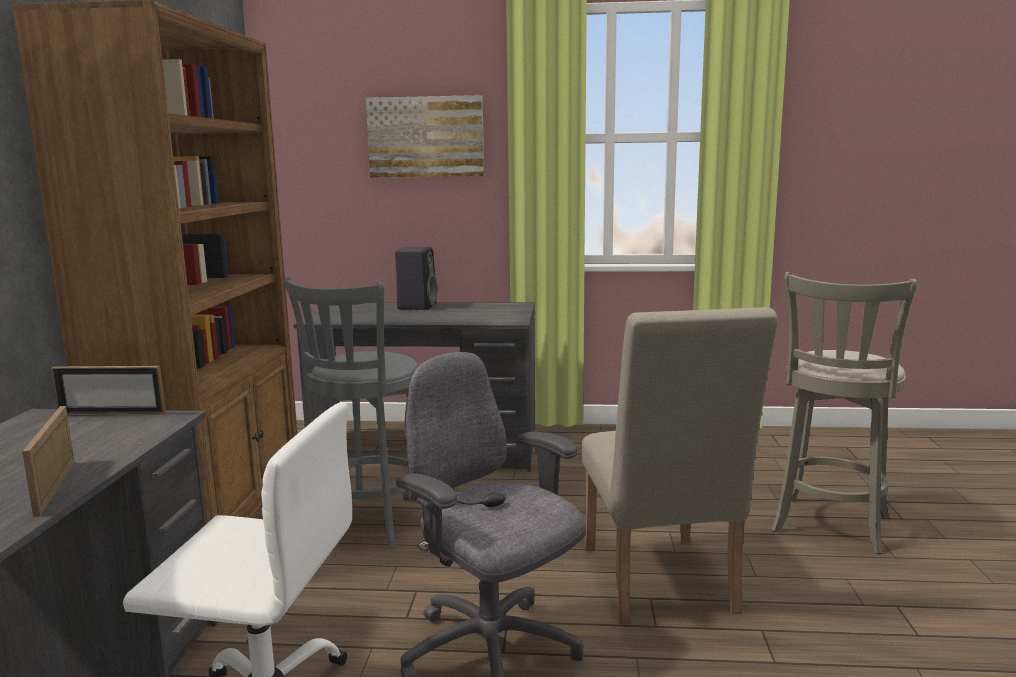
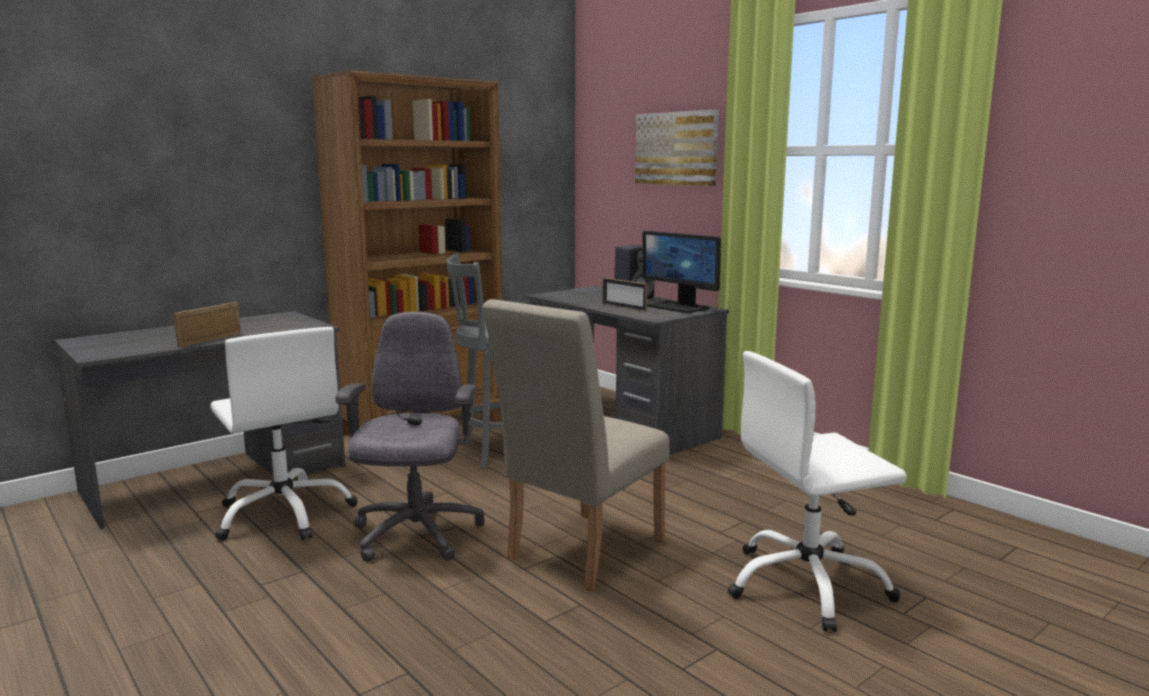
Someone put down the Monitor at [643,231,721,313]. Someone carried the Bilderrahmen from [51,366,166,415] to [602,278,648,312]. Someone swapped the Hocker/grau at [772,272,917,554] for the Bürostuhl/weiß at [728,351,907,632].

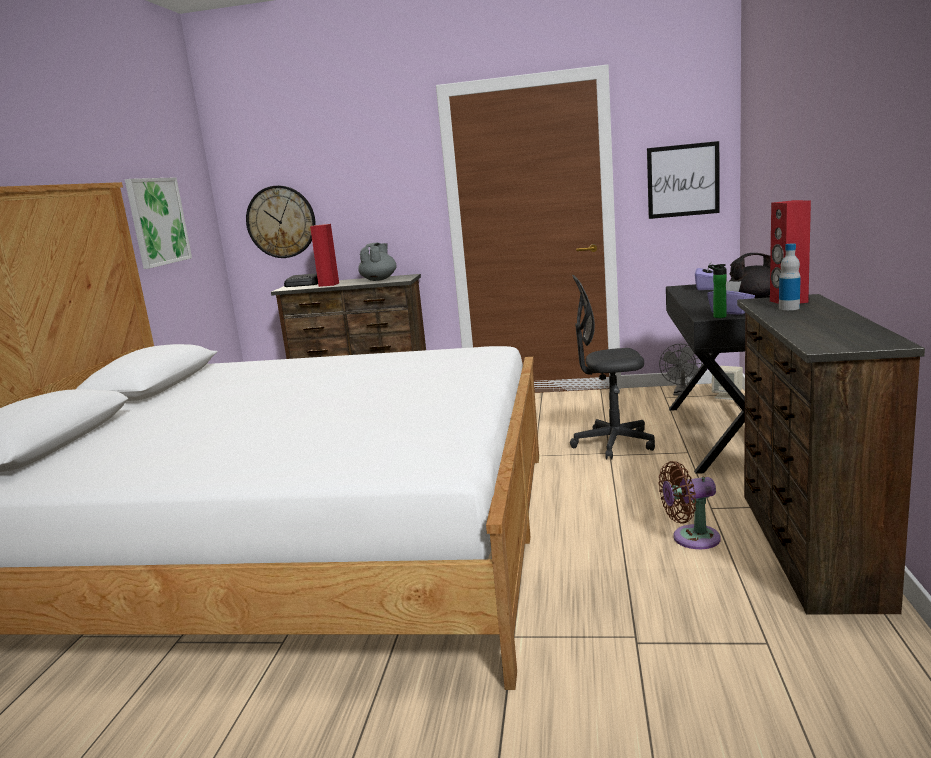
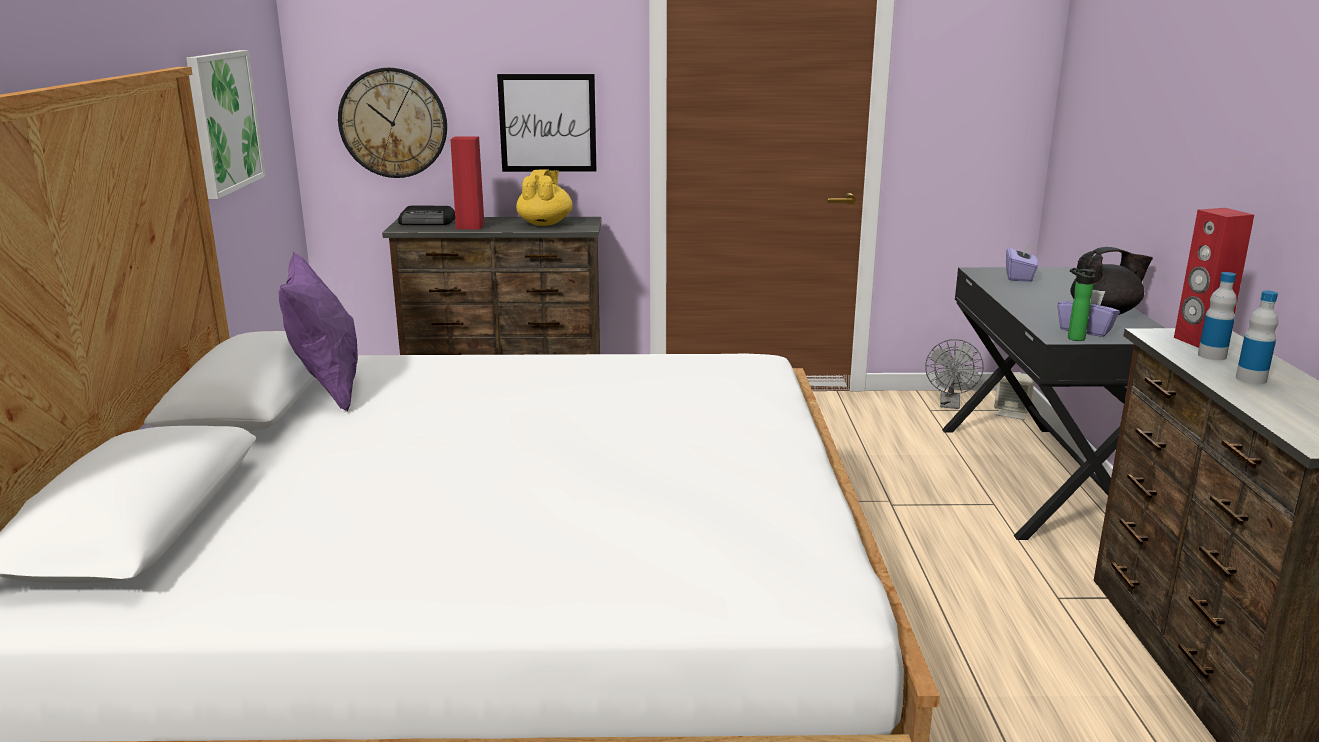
Someone took away the Bürostuhl/grau at [570,275,655,460]. Someone took away the Ventilator/braun at [659,461,721,549]. Someone put down the Kissen/lila at [278,252,358,412]. Someone put down the Flasche at [1236,290,1278,384]. Someone carried the Bild from [647,141,719,219] to [497,74,596,172]. Someone repainted the Teekanne/grau at [358,243,397,281], which became the Teekanne/gelb at [516,169,573,226].

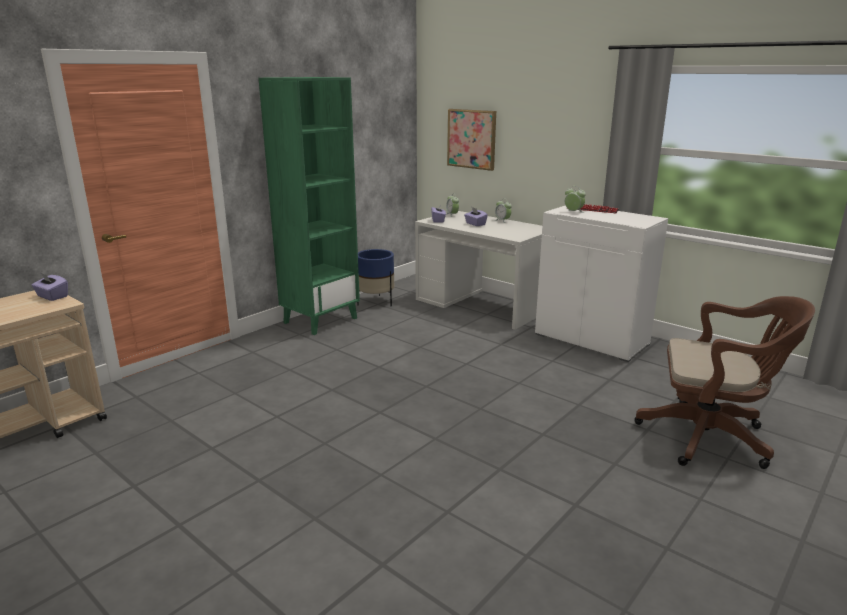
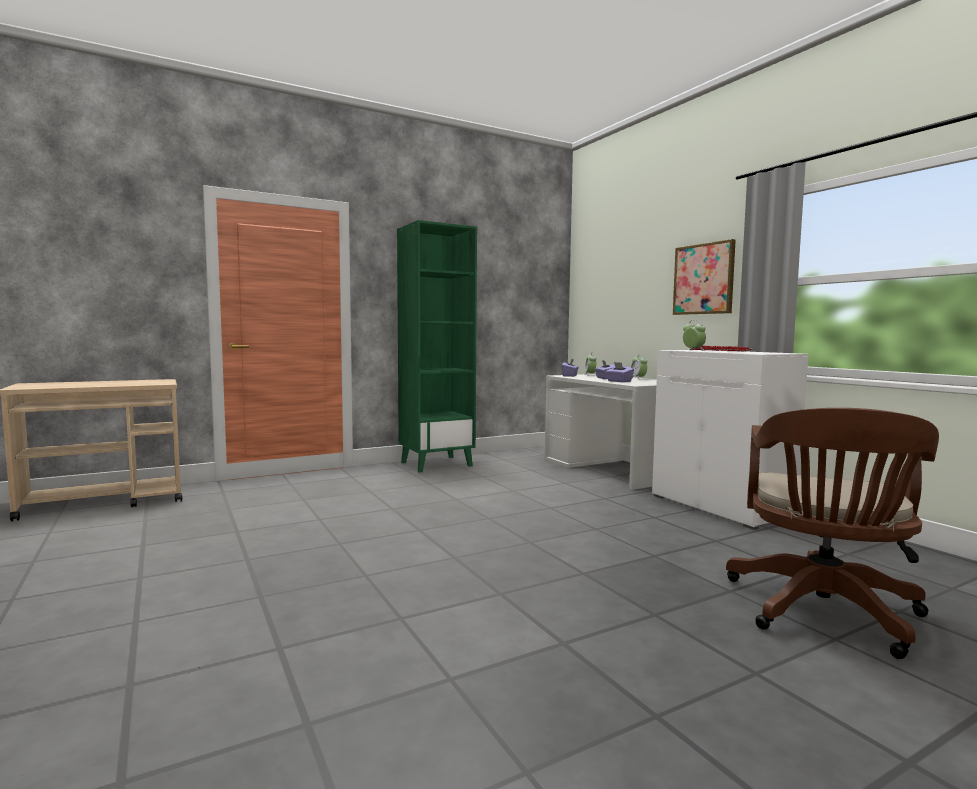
Someone took away the Pflanzkübel/blau at [357,249,395,307]. Someone carried the Taschentuchbox/lila from [31,272,68,301] to [605,362,634,382]. Someone carried the Bild from [447,109,496,171] to [673,239,736,315]. Someone rotated the Bürostuhl/braun at [634,296,815,469] by 75 degrees clockwise.

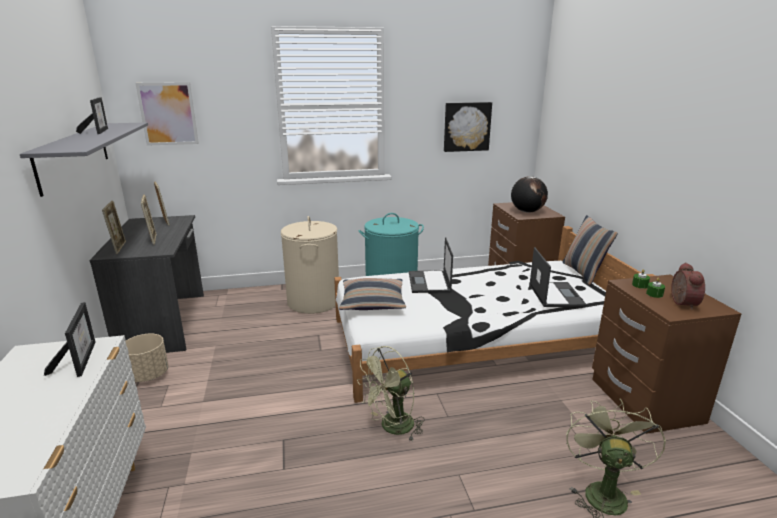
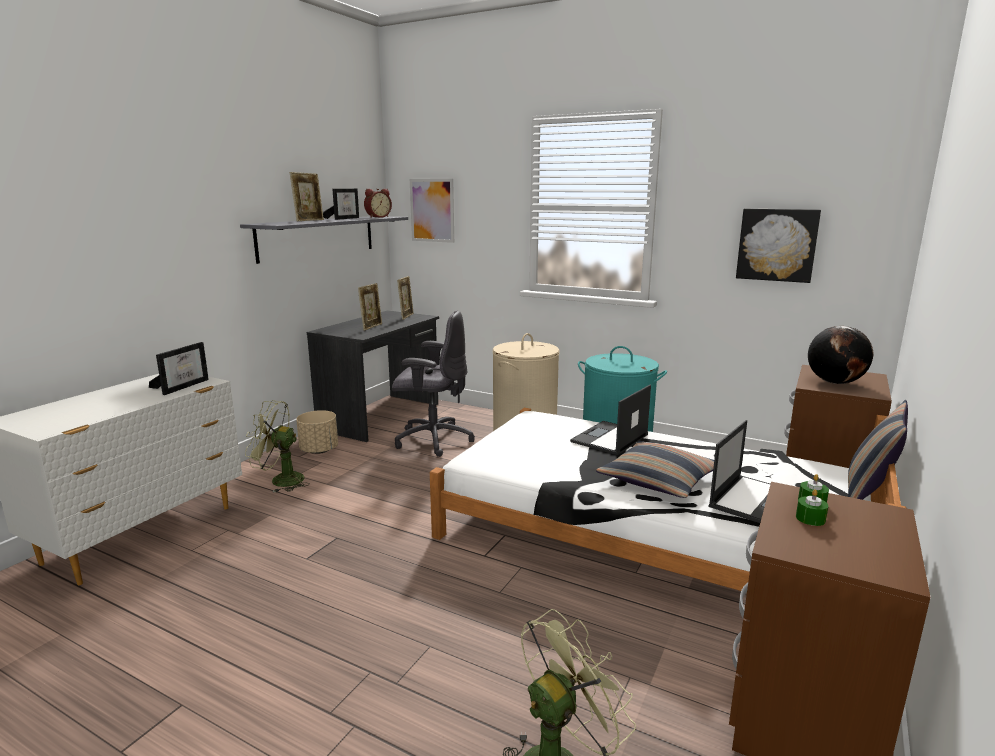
Someone put down the Bürostuhl/grau at [392,310,475,457]. Someone carried the Bilderrahmen from [102,201,126,254] to [290,172,324,221]. Someone carried the Kissen from [339,278,406,310] to [596,441,714,498]. Someone carried the Ventilator/grün from [357,346,424,440] to [245,400,310,493]. Someone carried the Wecker from [671,262,705,310] to [364,189,392,218].

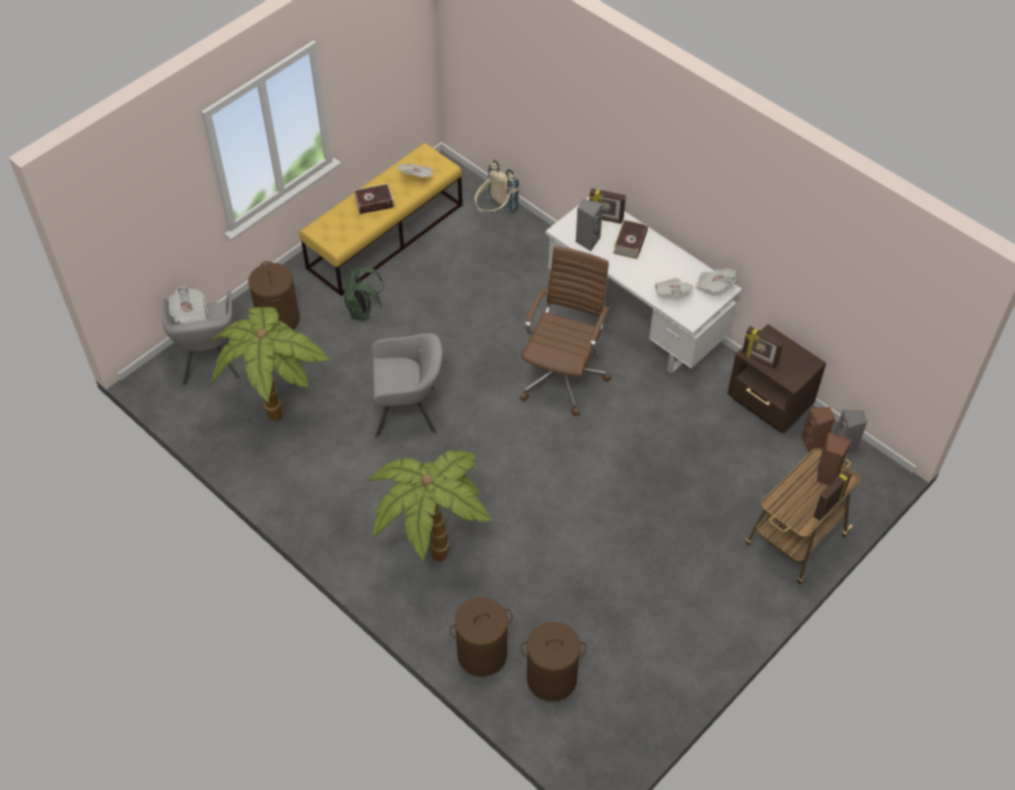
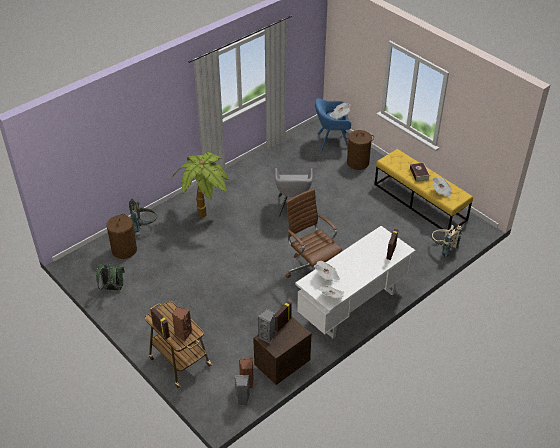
Someone took away the Topfpflanze at [210,307,330,422]. Someone took away the Buch at [613,219,648,259]. Someone carried the Rucksack/grün from [344,268,384,320] to [96,264,125,290]. Someone carried the Lautsprecher/grau from [576,199,603,251] to [258,309,275,344]. Someone swapped the Wäschekorb/braun at [450,597,513,677] for the Rucksack/grau at [129,198,157,235]. Someone repainted the Sessel/grau at [162,291,240,385], which became the Sessel/blau at [315,98,351,151]. Someone rotated the Bürostuhl/braun at [520,246,611,416] by 150 degrees counterclockwise.

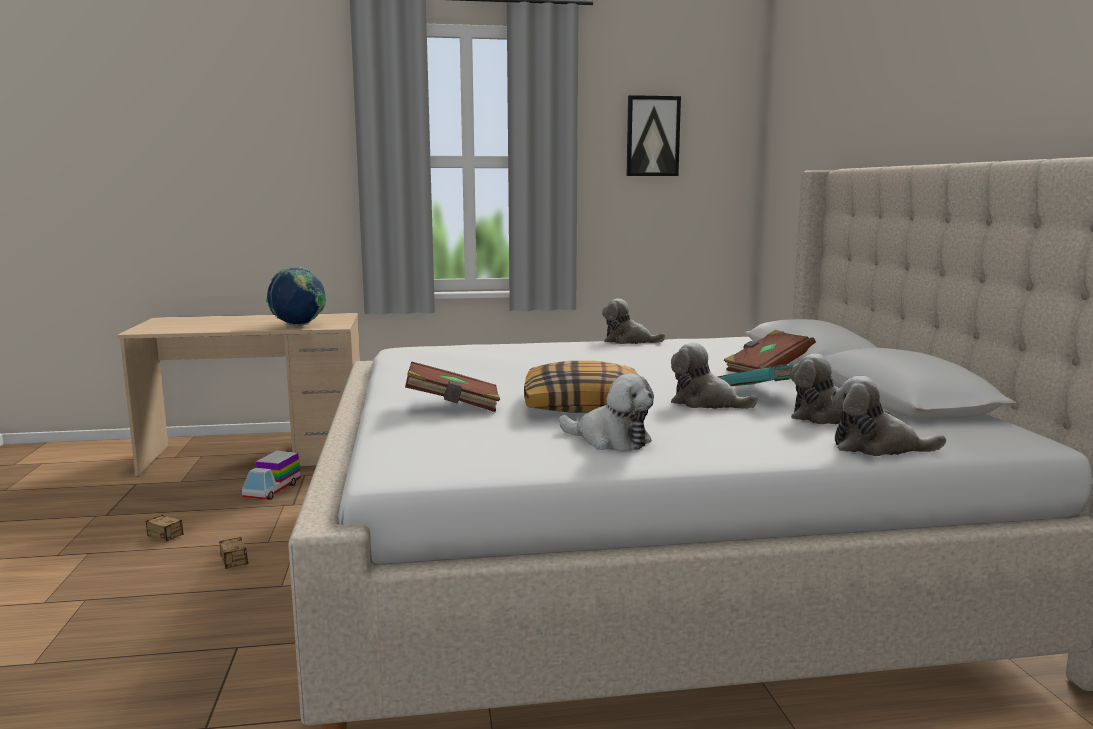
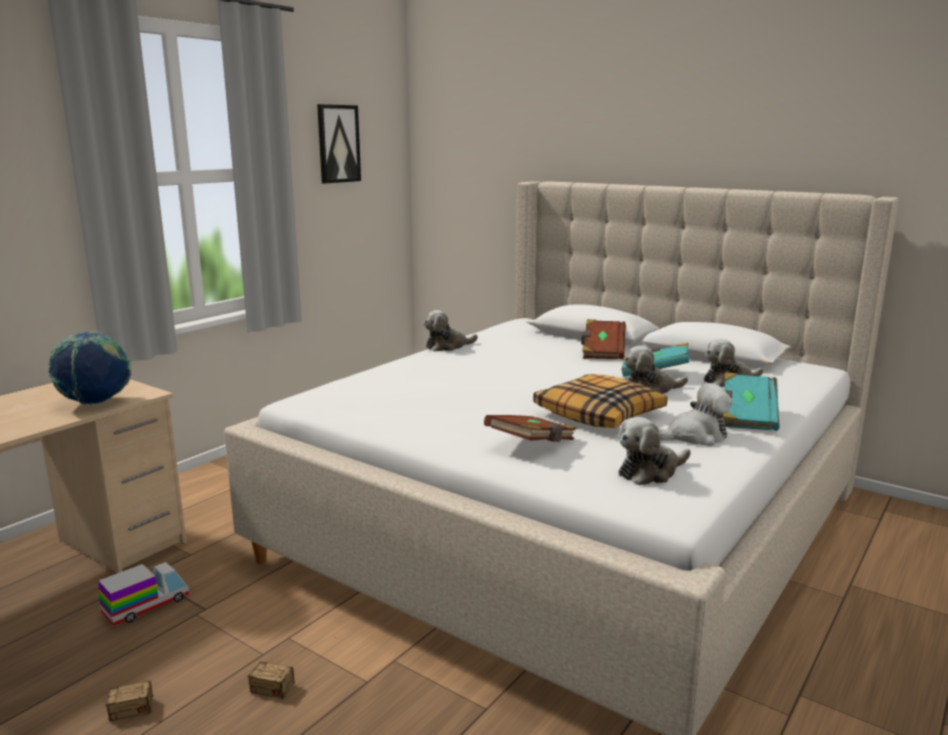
Someone put down the Buch/türkis at [723,372,780,431]. Someone carried the Plüschtier from [831,375,946,456] to [619,417,691,485]. Someone rotated the Spielzeuglaster at [242,451,301,500] by 105 degrees counterclockwise.

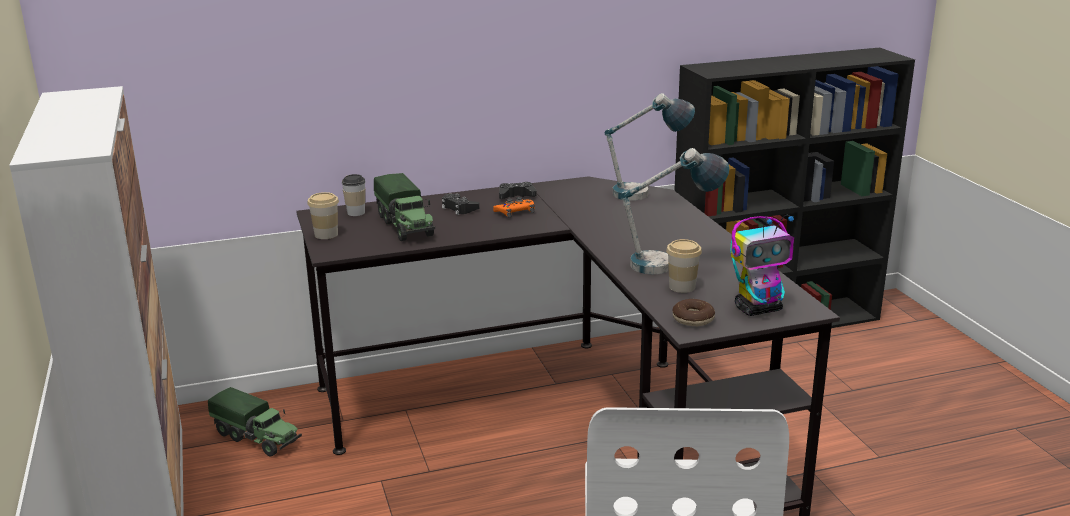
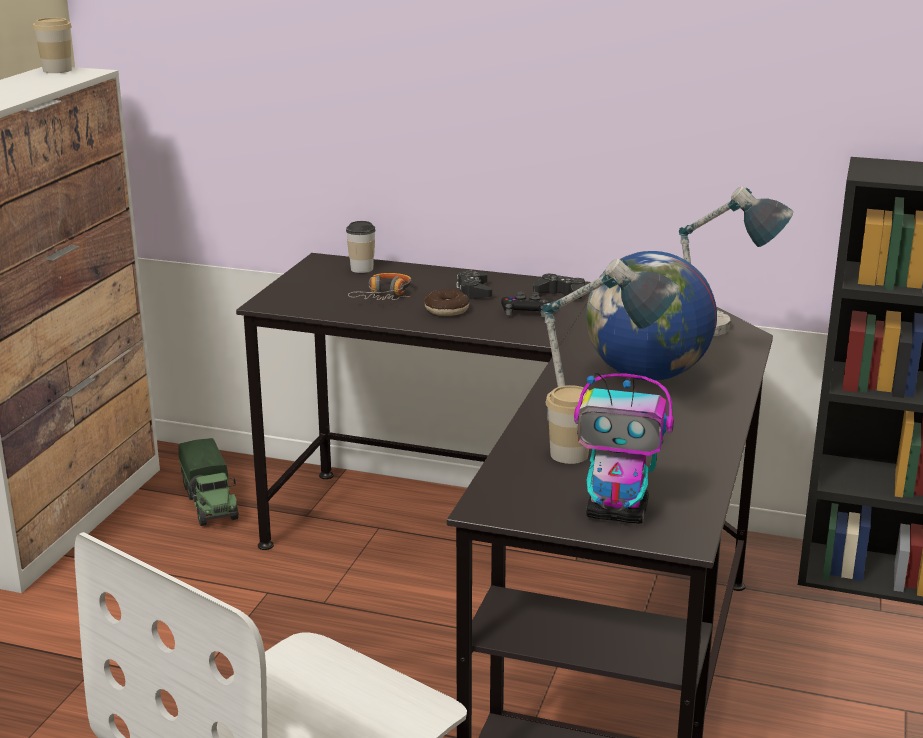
Someone put down the Globus at [586,251,717,381]. Someone carried the Tasse from [307,192,339,239] to [33,18,72,73]. Someone carried the Donut from [672,299,715,326] to [424,289,469,316]. Someone swapped the Spielzeuglaster at [374,173,435,241] for the Kopfhörer at [348,273,411,300]. Someone repainted the Gamepad/orange at [493,197,534,217], which became the Gamepad/schwarz at [501,291,554,317].

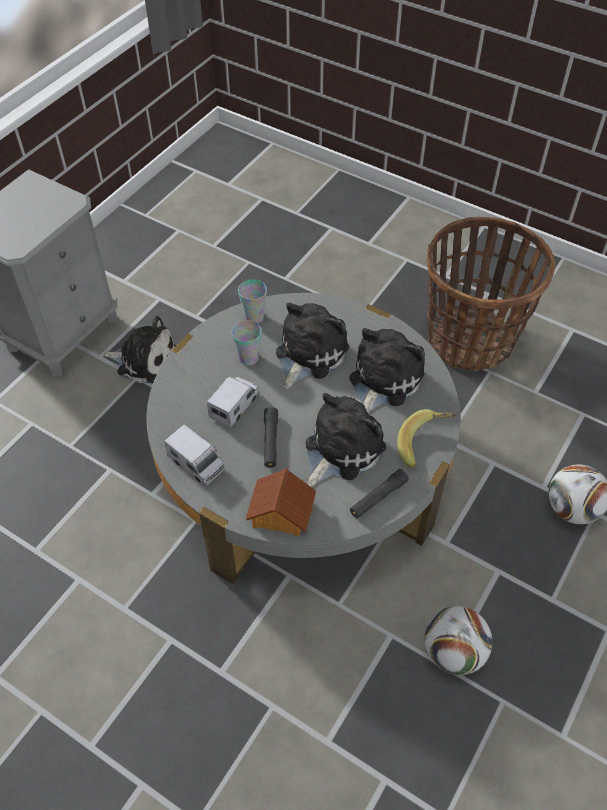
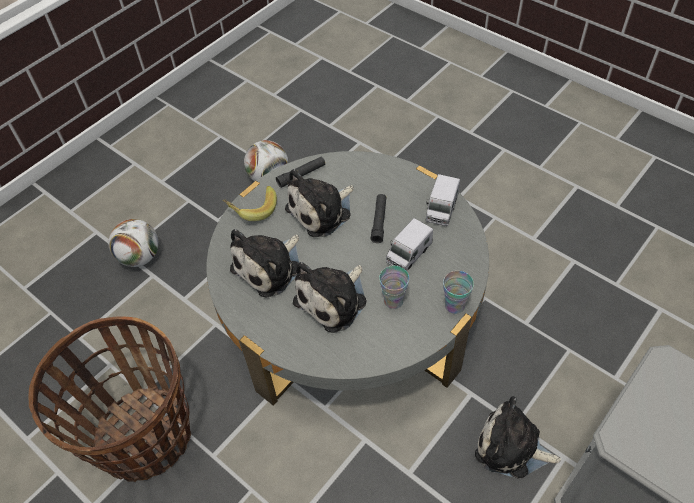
Someone took away the Spielzeughaus at [246,468,316,537]. Someone carried the Tasse from [238,279,267,323] to [443,271,474,314]. Someone rotated the Spielzeuglaster at [164,424,225,486] by 120 degrees counterclockwise.

